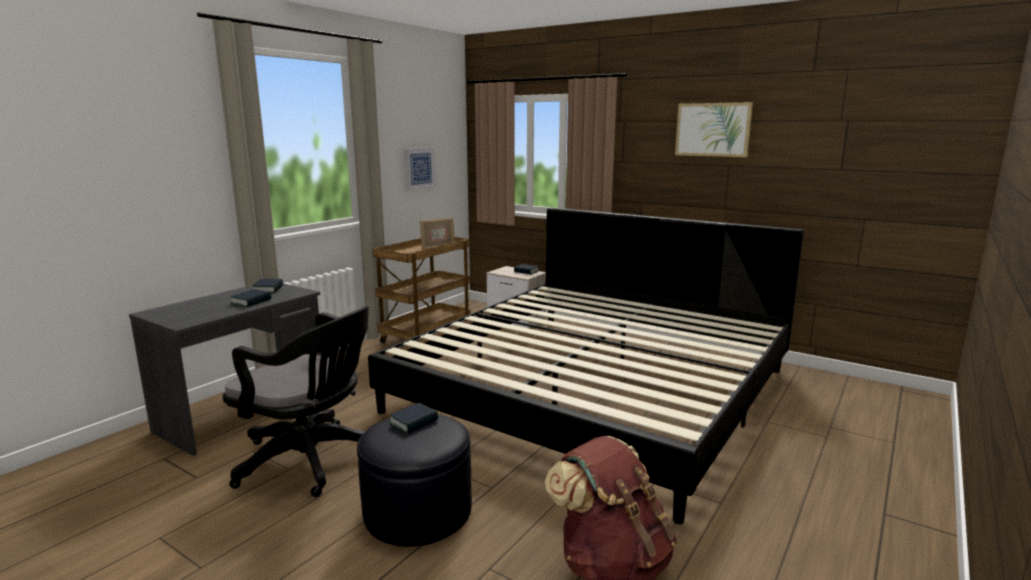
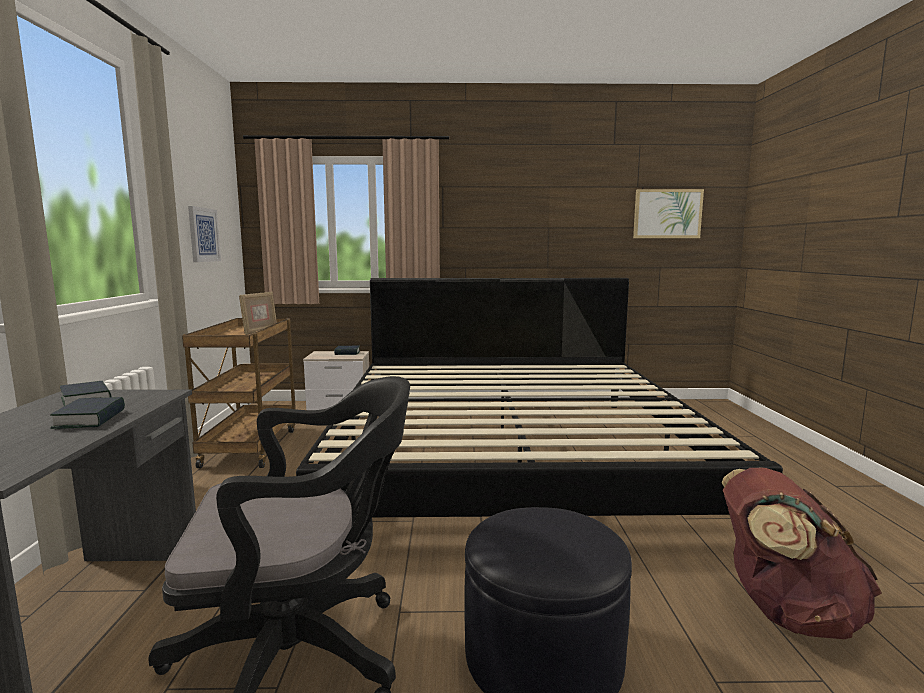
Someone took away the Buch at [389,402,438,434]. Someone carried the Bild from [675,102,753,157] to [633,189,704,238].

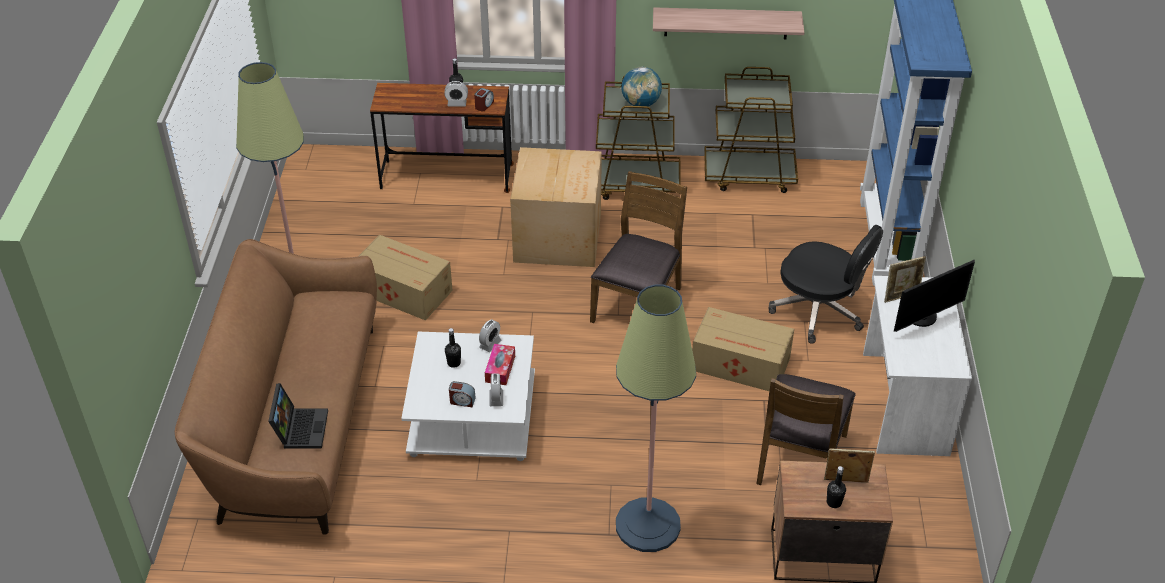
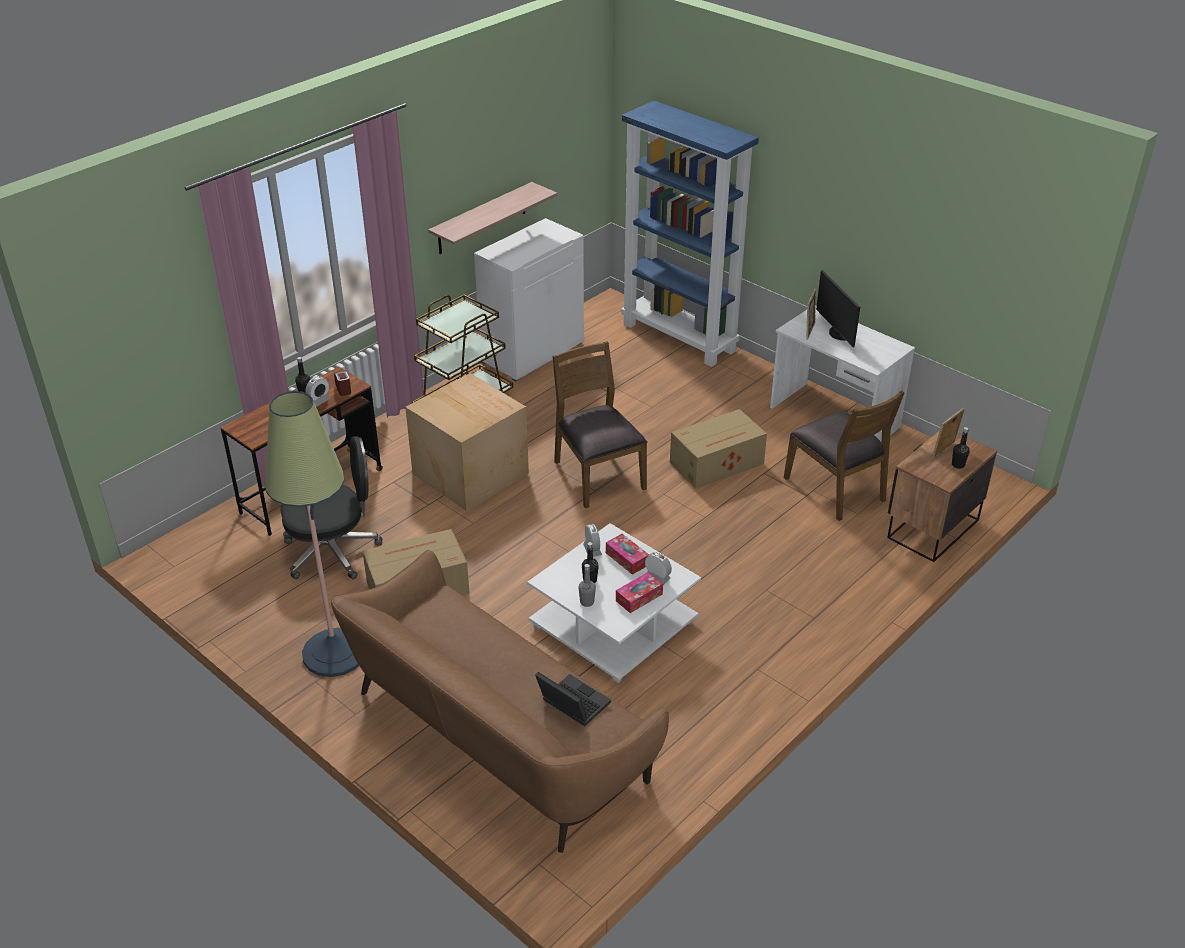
Someone took away the Stehlampe at [616,285,696,552]. Someone took away the Globus at [621,67,662,106]. Someone put down the Flasche/grau at [579,564,596,607]. Someone carried the Bürostuhl/schwarz from [769,225,883,343] to [281,436,382,579]. Someone swapped the Wecker at [449,381,475,407] for the Taschentuchbox at [616,572,663,613]. Someone swapped the Rollwagen/braun at [704,67,798,193] for the Schrank/weiß at [474,218,584,382]. Someone rotated the Monitor at [894,259,975,332] by 150 degrees clockwise.

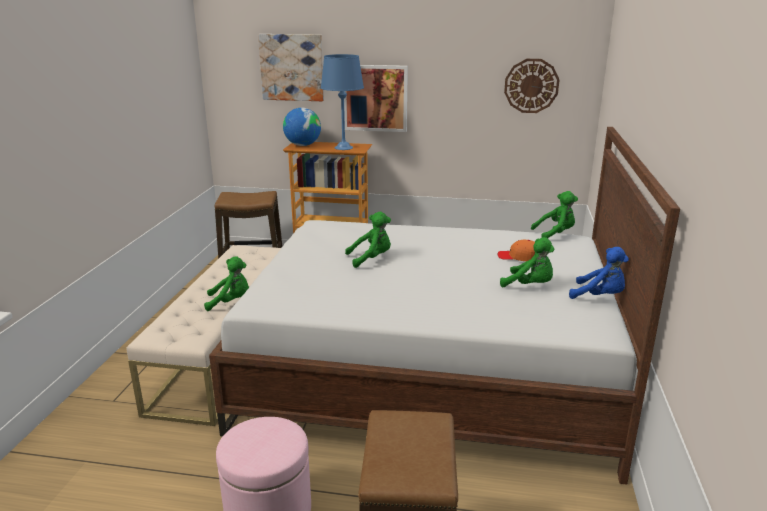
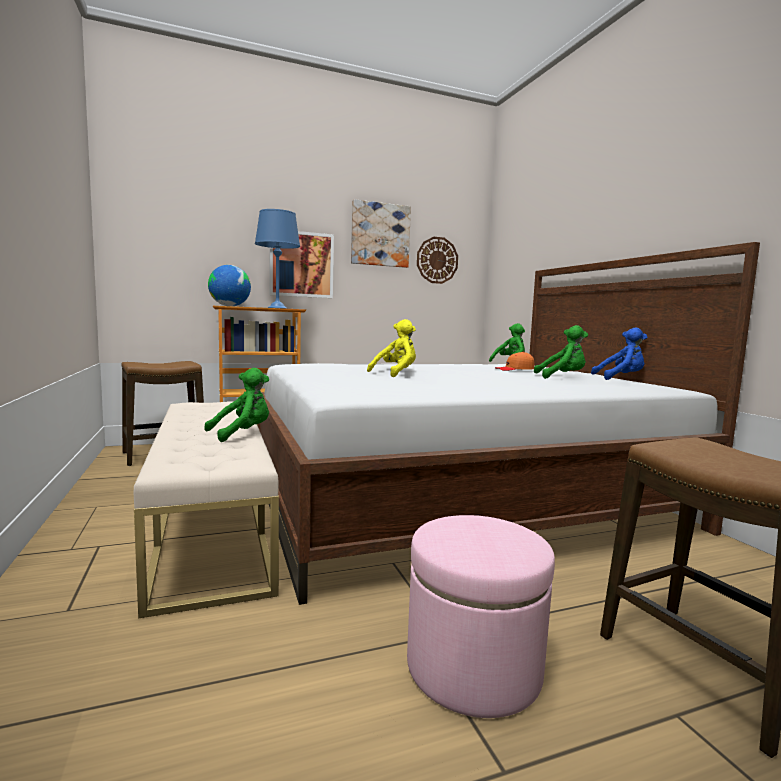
Someone carried the Bild from [258,34,324,101] to [351,199,411,268]. Someone repainted the Plüschtier/grün at [345,212,391,268], which became the Plüschtier/gelb at [367,319,416,377].

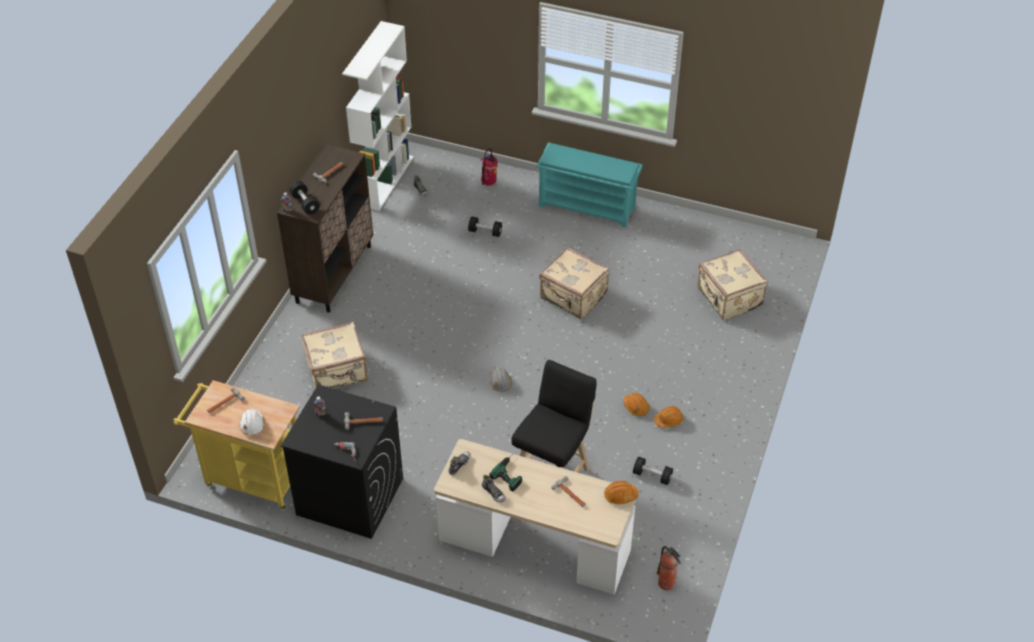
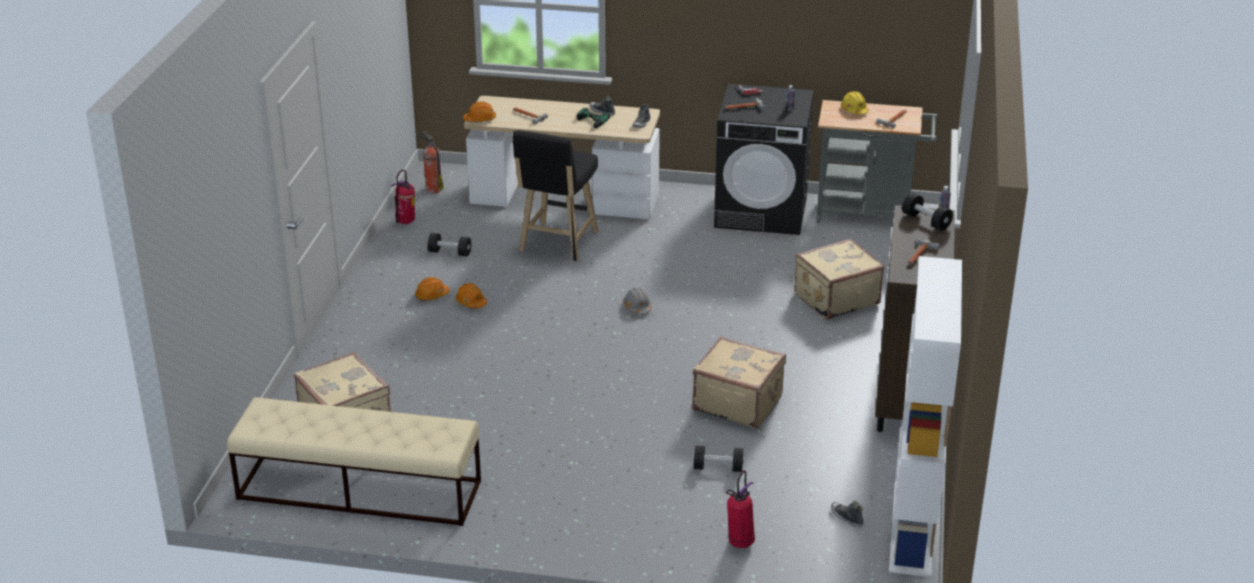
Someone took away the Schuhregal/türkis at [536,142,642,227]. Someone put down the Bank/beige at [227,397,481,526]. Someone put down the Feuerlöscher at [392,170,415,224]. Someone carried the Koffer/beige from [539,247,609,319] to [692,337,786,428]. Someone repainted the Rollwagen/gelb at [173,380,300,510], which became the Rollwagen/grau at [816,100,938,223]. Someone repainted the Schutzhelm/weiß at [239,409,265,436], which became the Schutzhelm/gelb at [841,91,869,115].

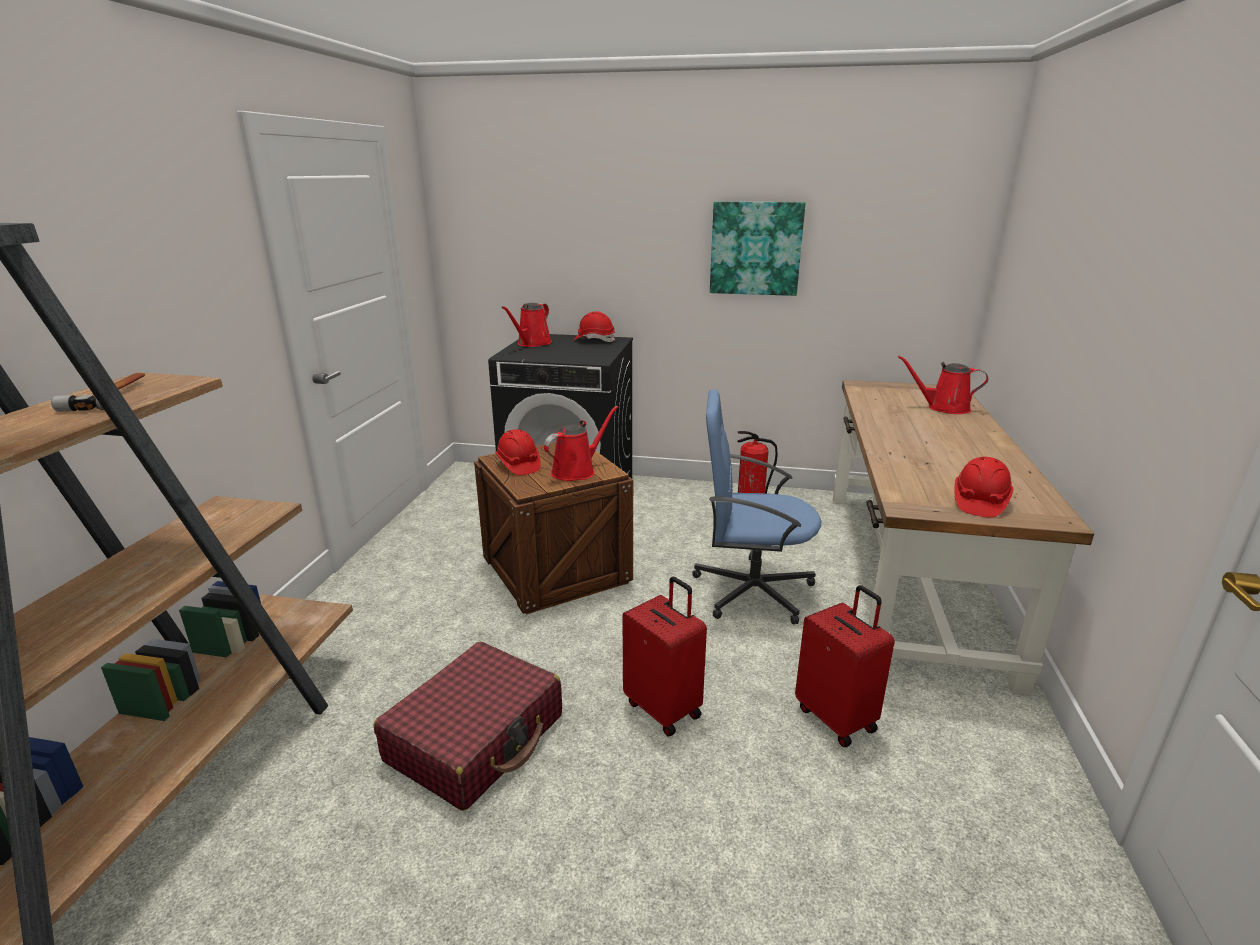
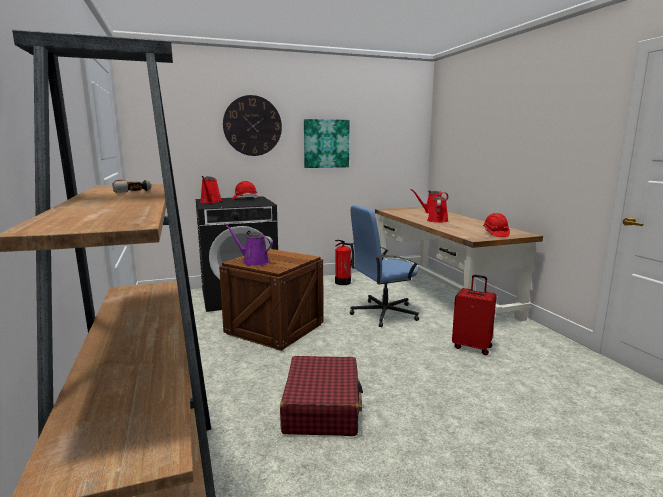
Someone took away the Koffer/rot at [623,577,707,737]. Someone put up the Wanduhr at [223,95,282,156]. Someone carried the Gießkanne/rot from [544,406,618,481] to [427,191,449,223]. Someone swapped the Schutzhelm/rot at [495,429,541,475] for the Gießkanne/lila at [226,226,273,266].

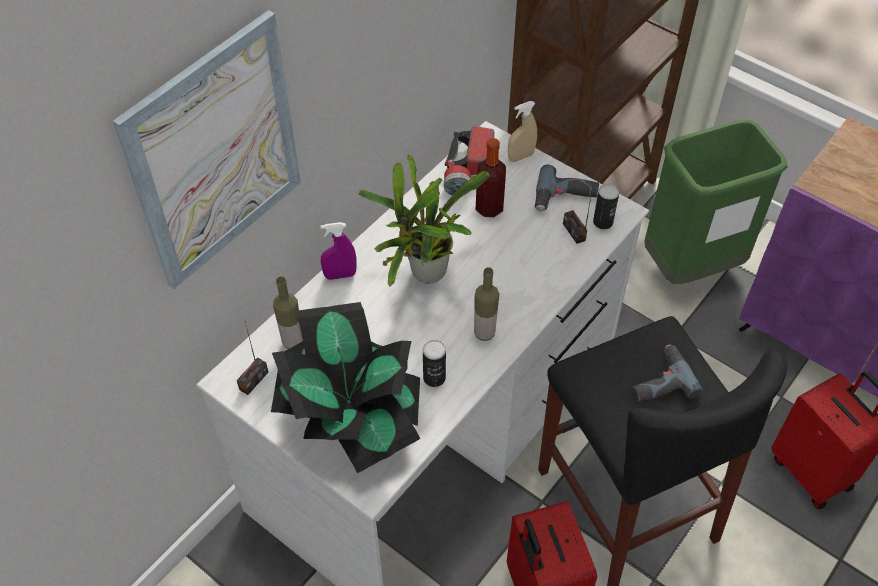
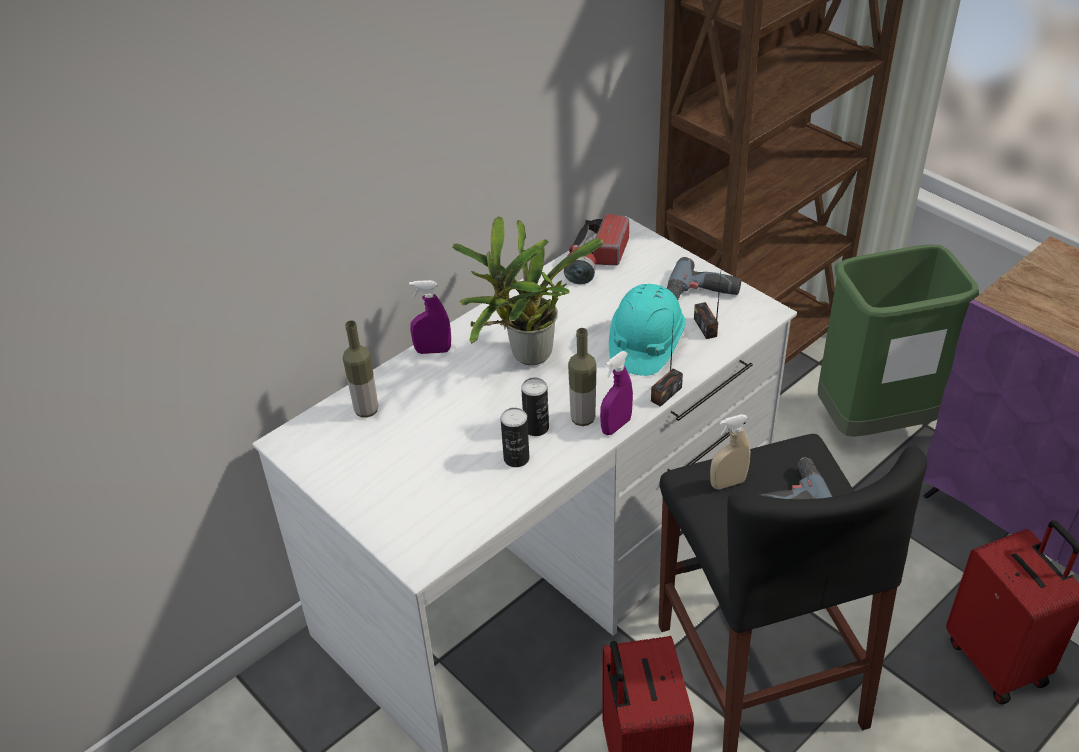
Someone took away the Bild at [113,10,301,289]. Someone took away the Topfpflanze at [271,302,420,473]. Someone took away the Flasche at [476,138,506,217]. Someone put down the Sprühflasche/lila at [600,351,633,435]. Someone put down the Schutzhelm/türkis at [609,284,686,376]. Someone carried the Radio from [237,322,268,395] to [651,315,683,407]. Someone carried the Sprühflasche/beige from [508,101,537,162] to [710,414,750,489]. Someone carried the Dose from [593,184,619,229] to [521,377,549,436].

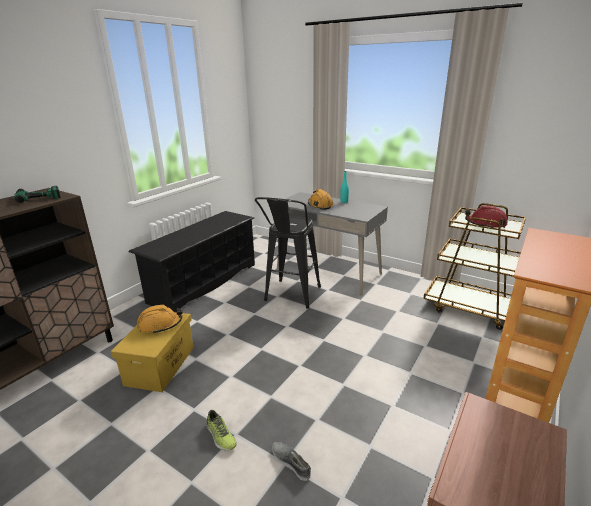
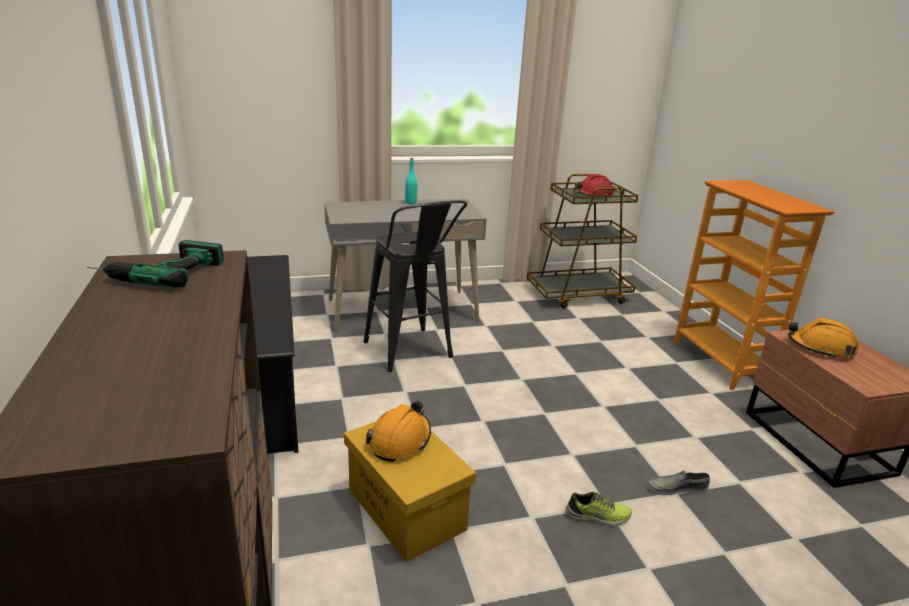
Someone carried the Schutzhelm/orange from [308,189,333,210] to [788,318,858,358].

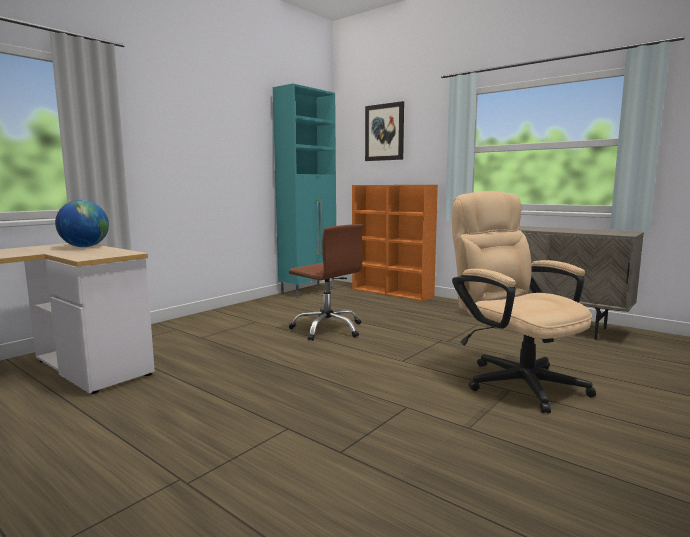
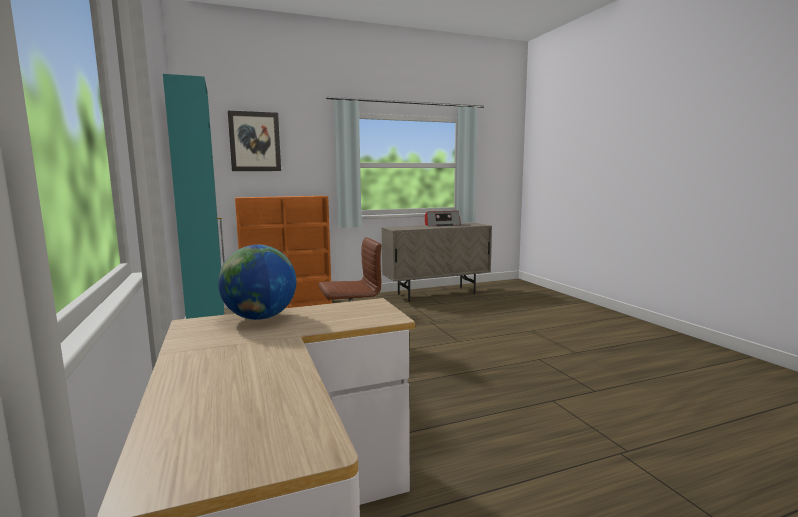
Someone took away the Bürostuhl/beige at [452,191,596,413]. Someone put down the Radio at [425,211,461,226].

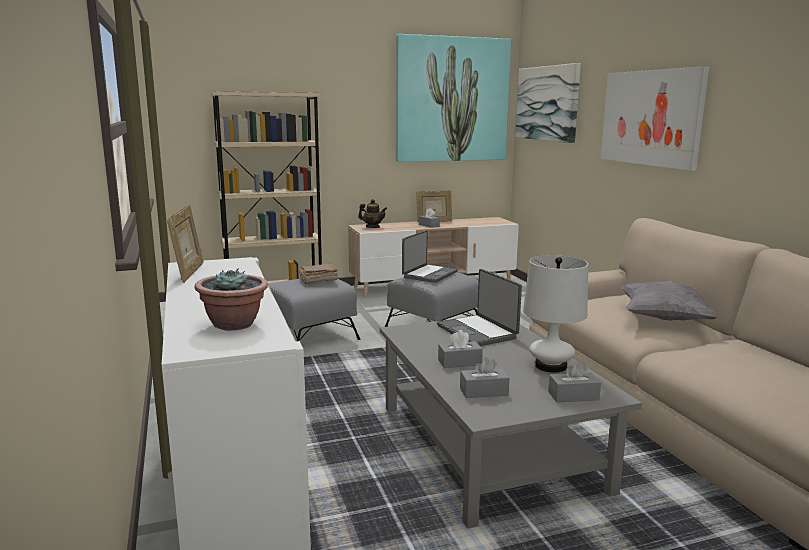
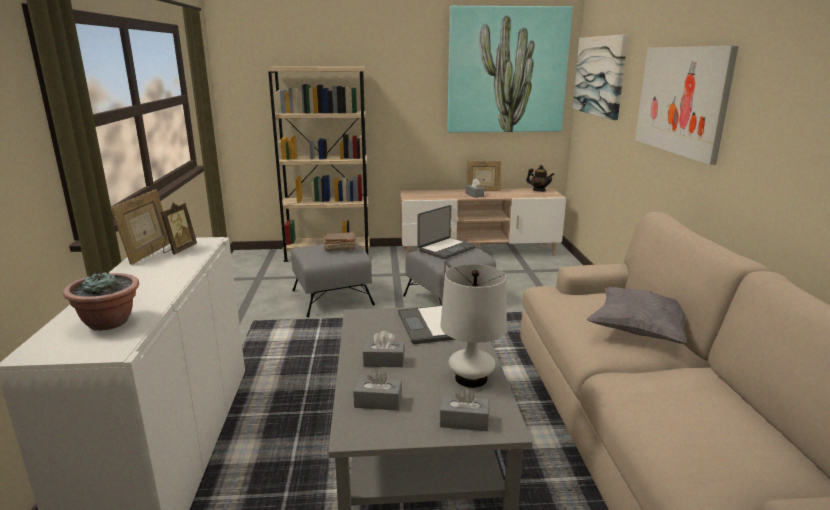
Someone put down the Bilderrahmen at [161,203,197,254]. Someone carried the Teekanne from [358,199,387,228] to [526,165,554,192].

